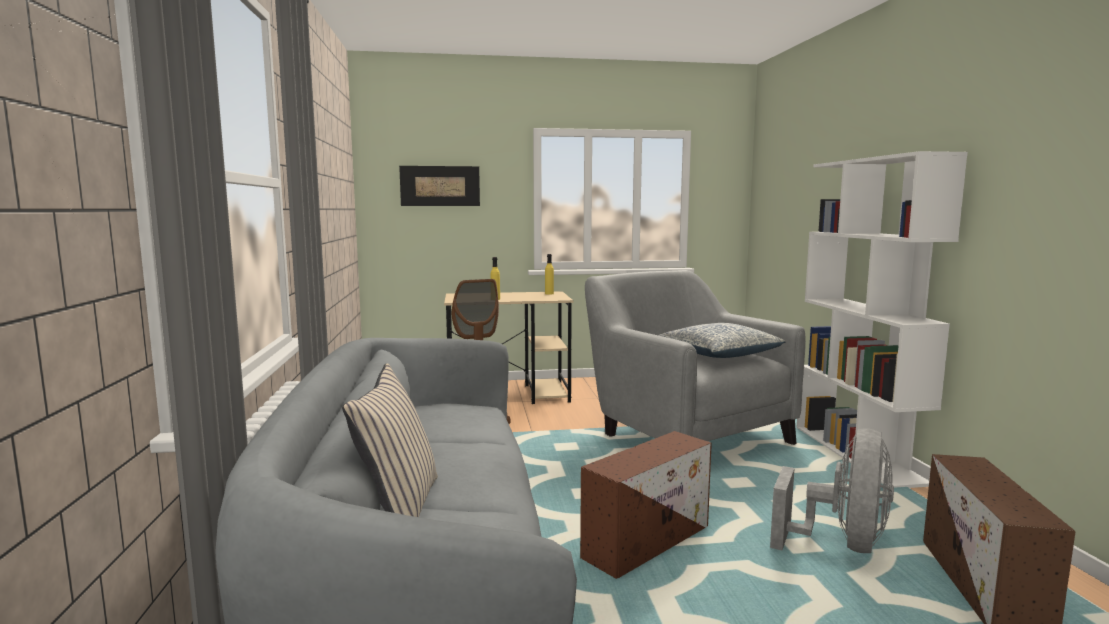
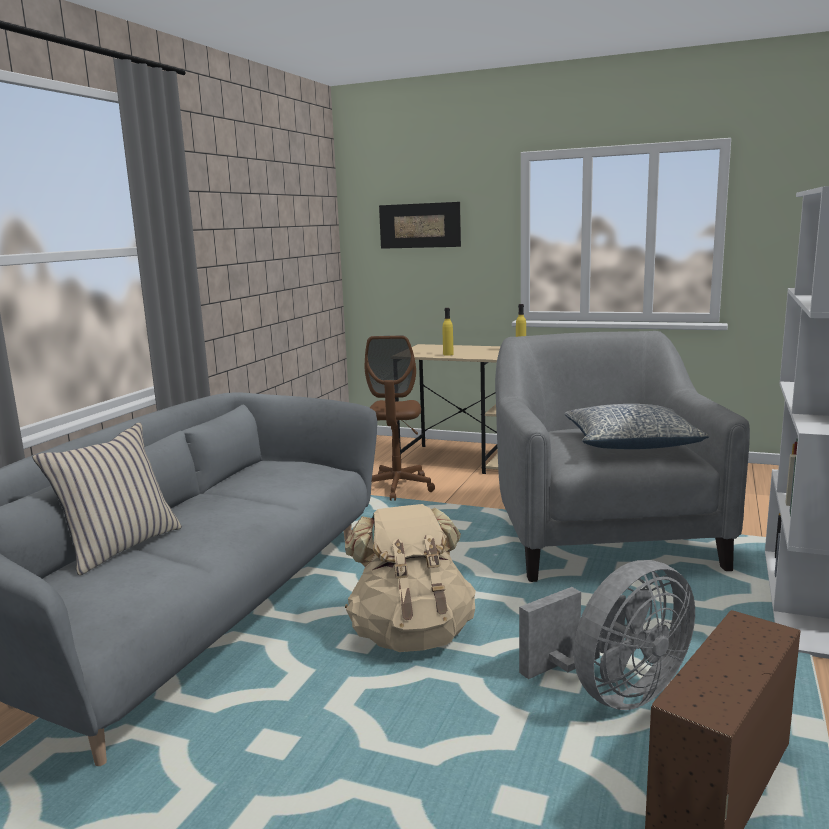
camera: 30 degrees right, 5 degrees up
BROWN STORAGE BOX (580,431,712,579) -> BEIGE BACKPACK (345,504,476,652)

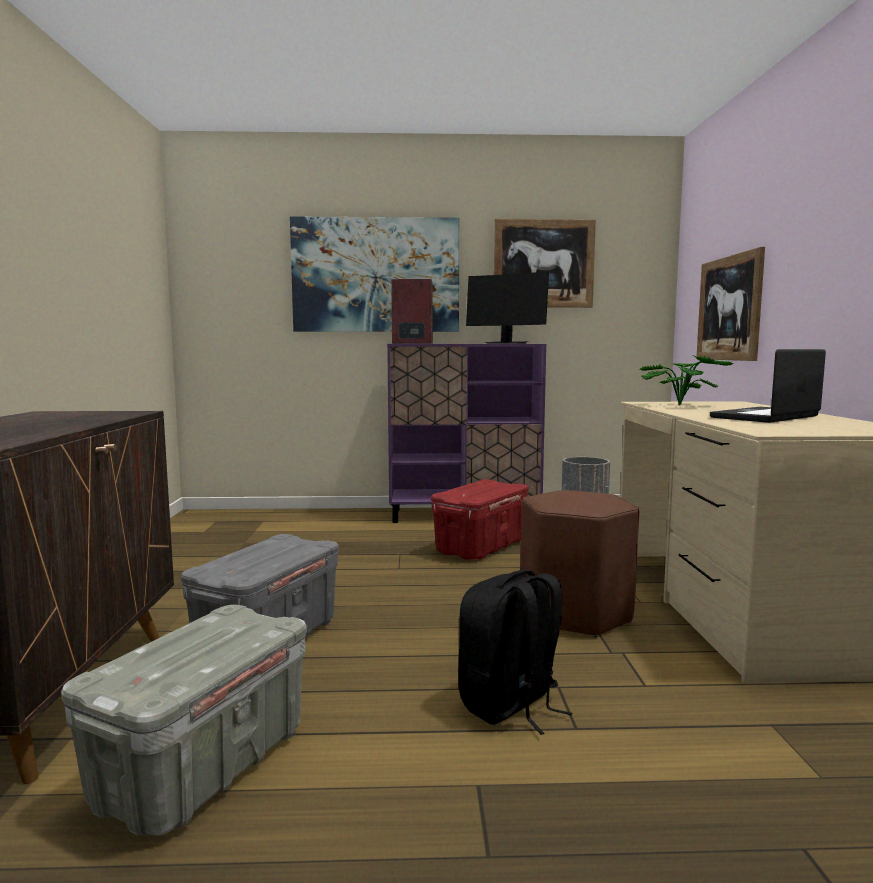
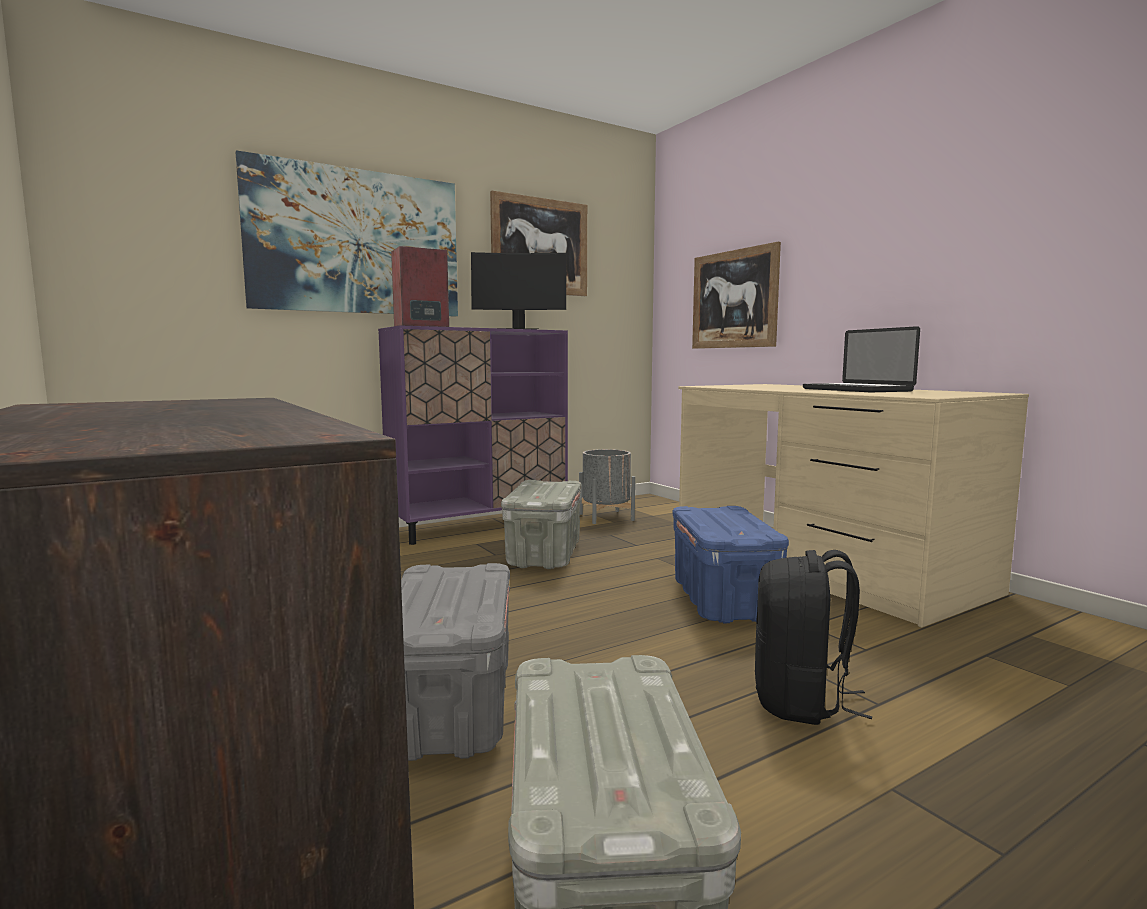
camera: 30 degrees left, 0 degrees up
RED STORAGE BOX (431,479,528,560) -> GREY STORAGE BOX (501,480,582,569)
BROWN STOOL (520,490,639,638) -> BLUE STORAGE BOX (673,506,789,623)
LAPTOP (710,349,826,423) -> LAPTOP (803,326,920,392), 45 degrees counterclockwise
POTTED PLANT (640,355,733,406) -> none

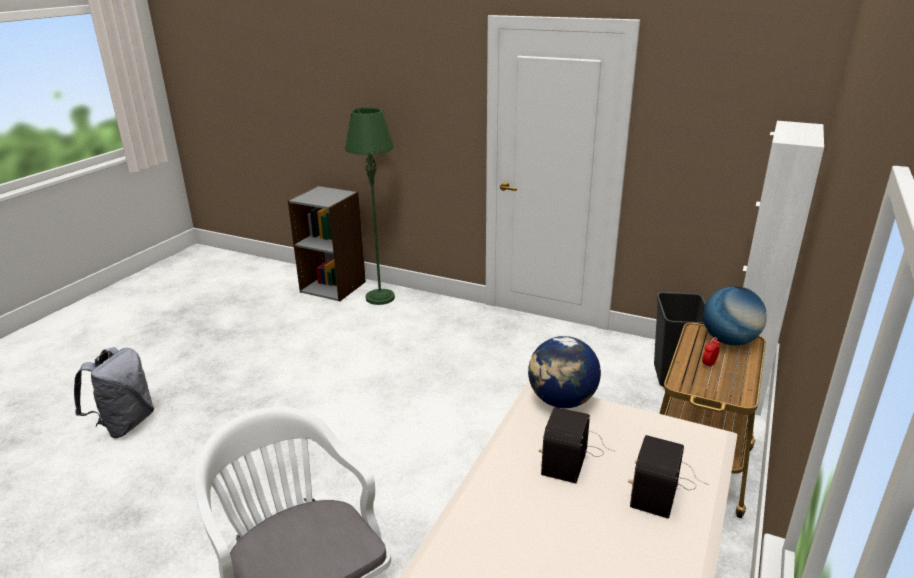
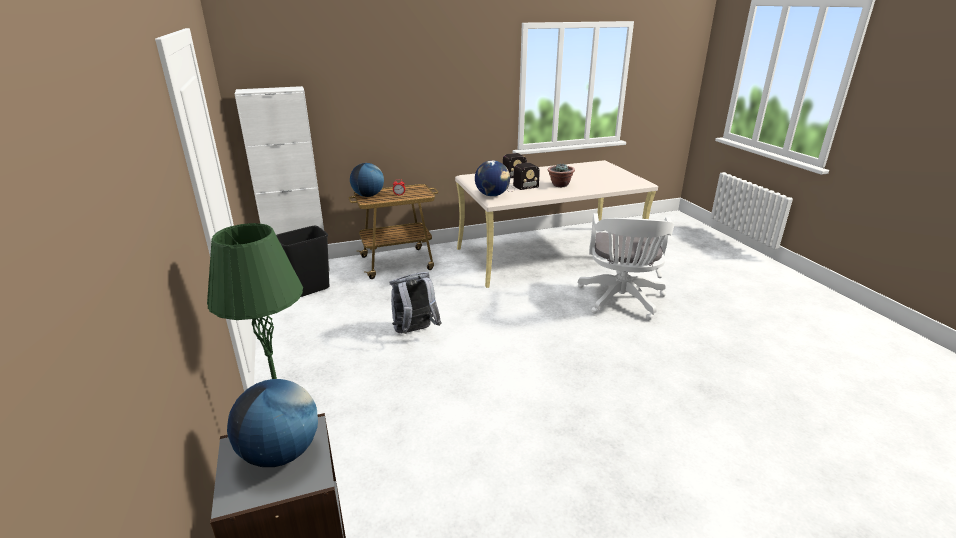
camera: 135 degrees left, 0 degrees up
none -> GLOBE (227,379,318,467)
GREY BACKPACK (74,347,154,438) -> GREY BACKPACK (390,272,442,334), moved
none -> POTTED PLANT (548,163,575,187)

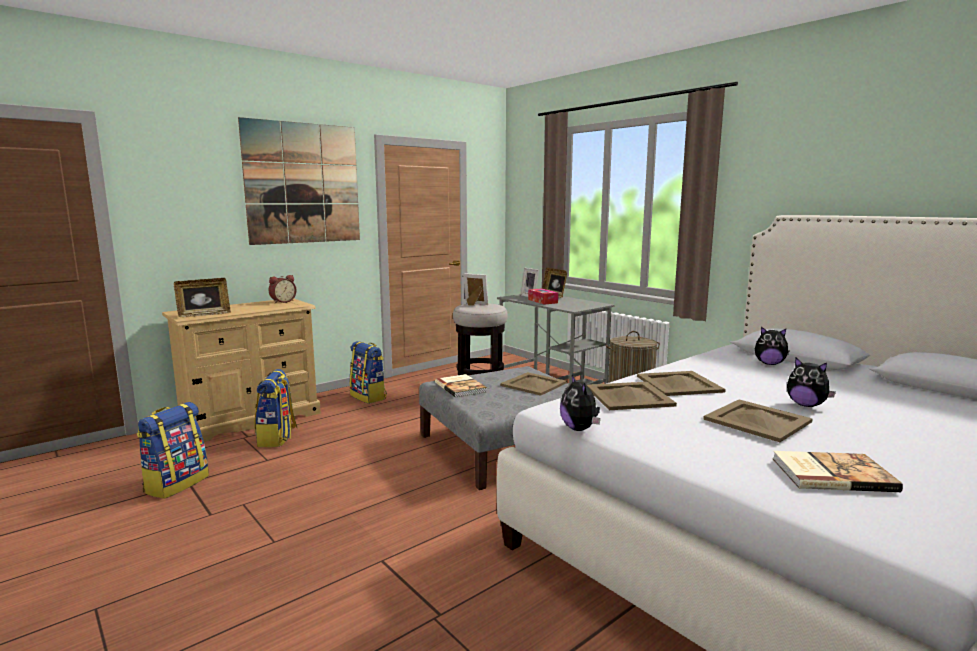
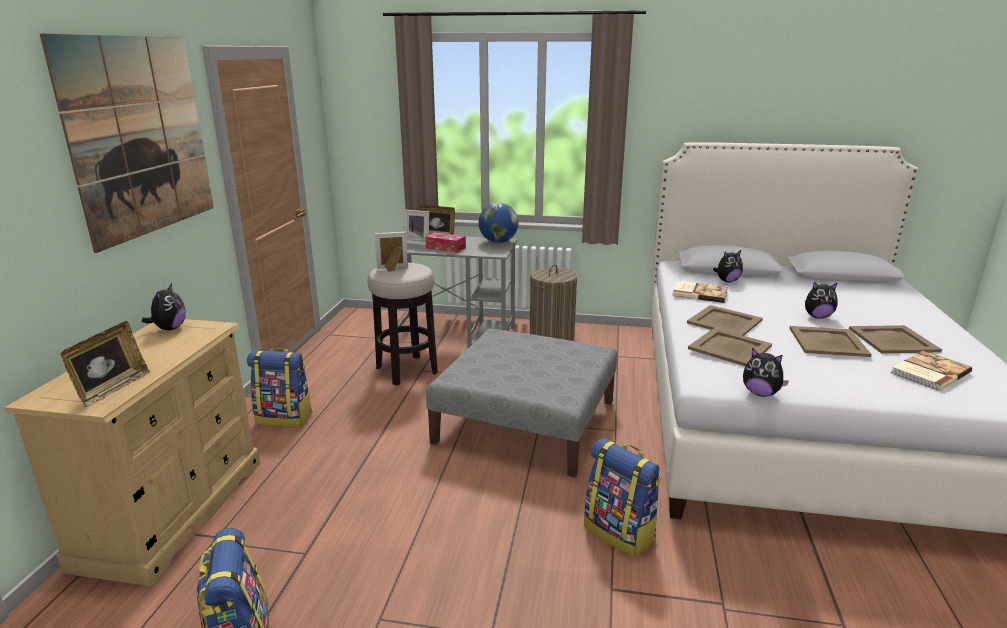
camera: 40 degrees left, 10 degrees up
ALARM CLOCK (269,275,296,303) -> PLUSH TOY (142,283,185,331)
none -> GLOBE (479,203,518,243)
BACKPACK (255,369,297,447) -> BACKPACK (584,438,661,557), moved
BOOK (435,374,487,398) -> BOOK (672,281,728,303), moved
BEIGE TRAY (500,372,567,396) -> BEIGE TRAY (849,325,942,353), moved

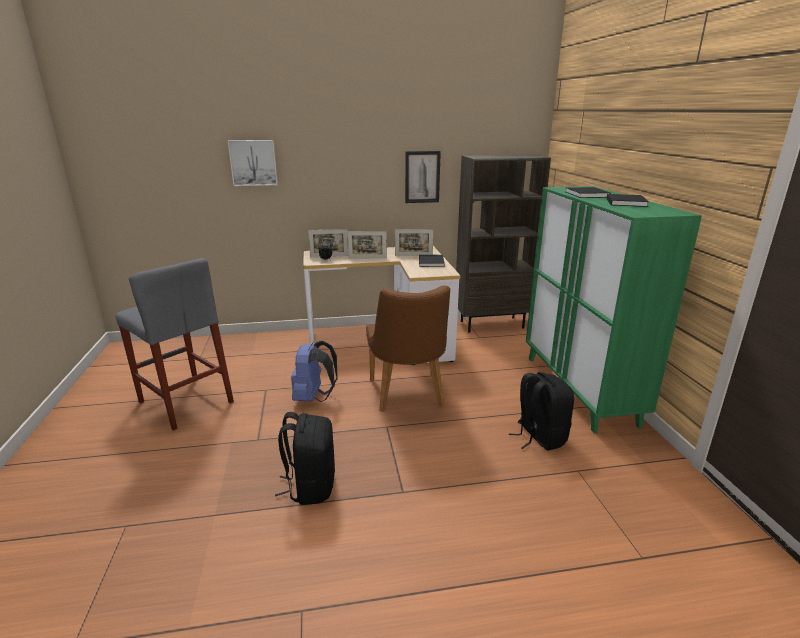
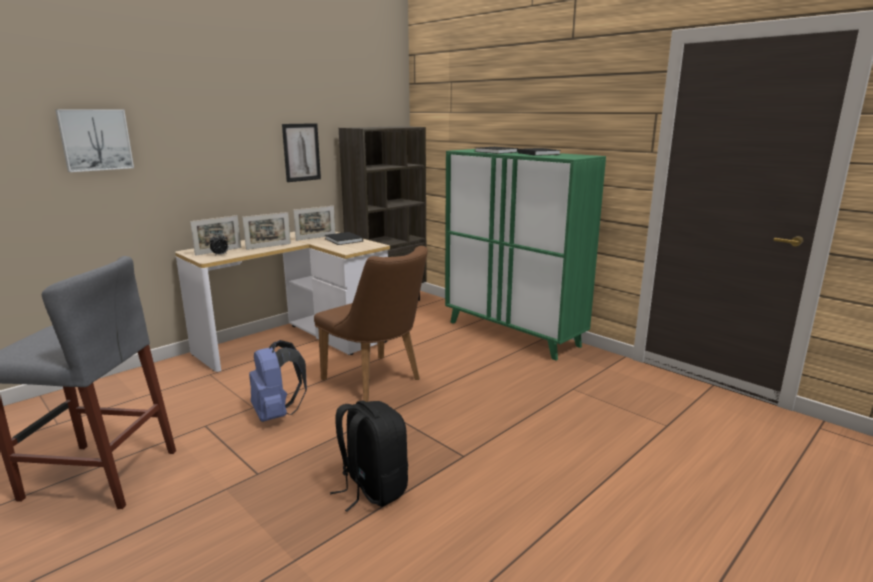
camera: 35 degrees left, 5 degrees down
BLACK BACKPACK (509,372,574,451) -> none

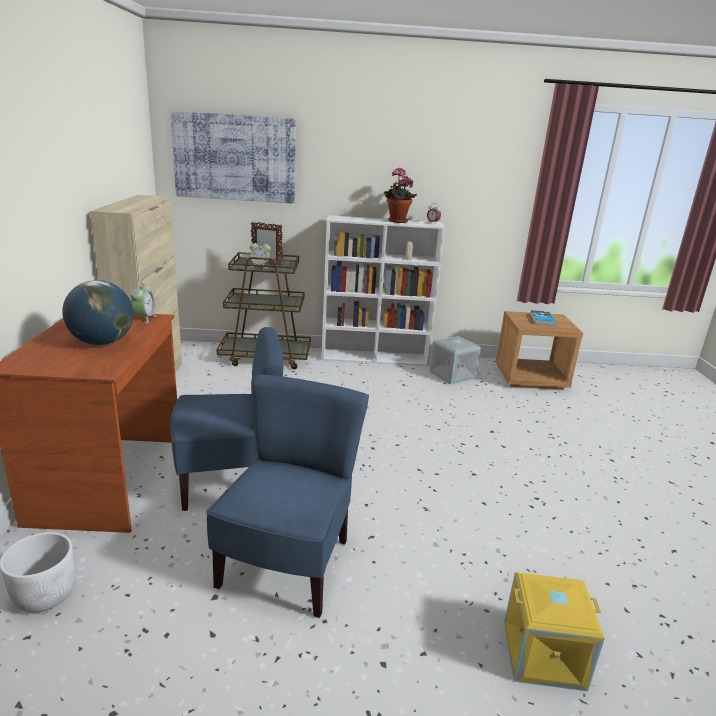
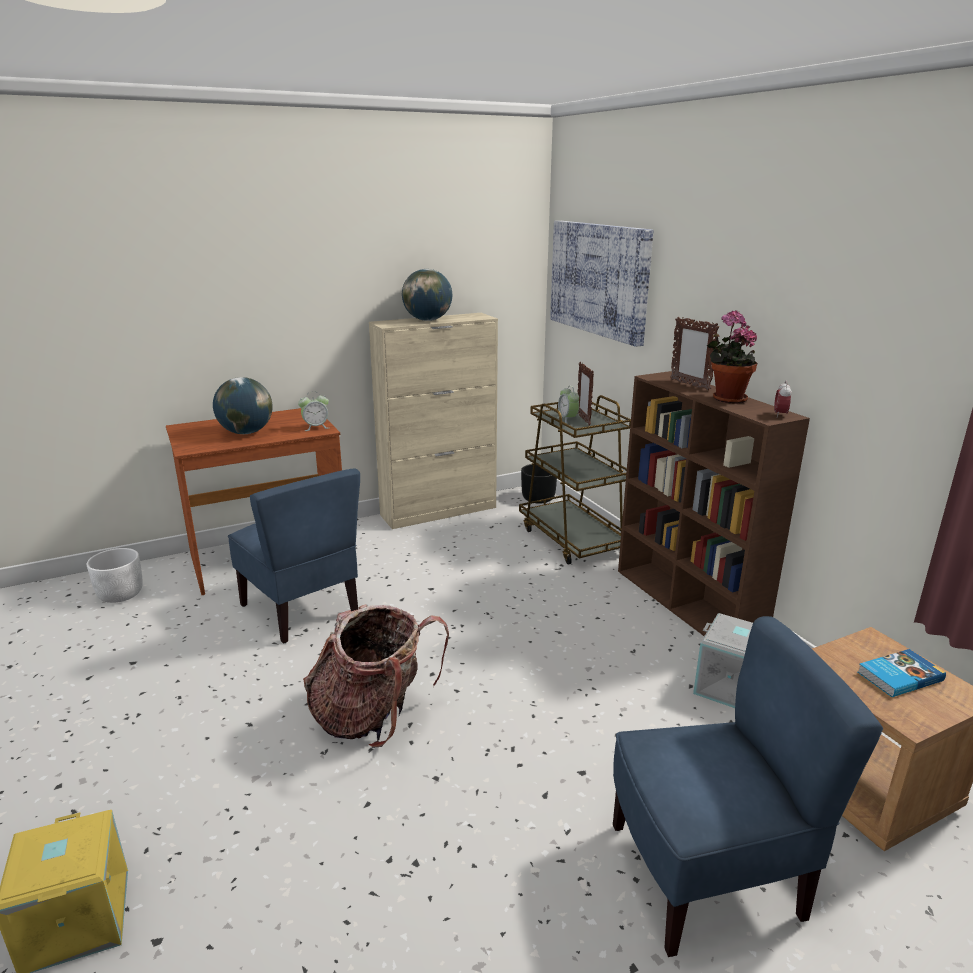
camera: 65 degrees right, 0 degrees up
none -> BACKPACK (303,604,449,748)
none -> GLOBE (402,269,452,321)
none -> BLACK PLANTER (521,464,557,504)
BLUE CHAIR (206,374,369,618) -> BLUE CHAIR (613,616,883,957), moved
WHITE BOOKCASE (321,215,446,366) -> BROWN BOOKCASE (618,371,810,636)
none -> PICTURE FRAME (670,317,719,390)

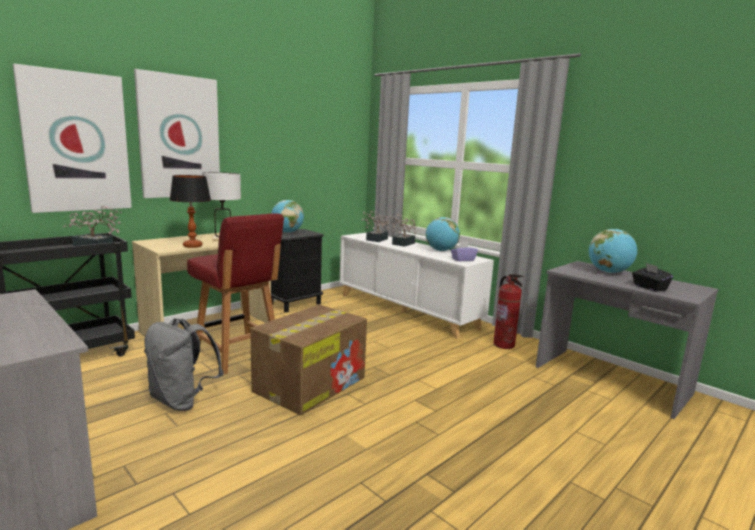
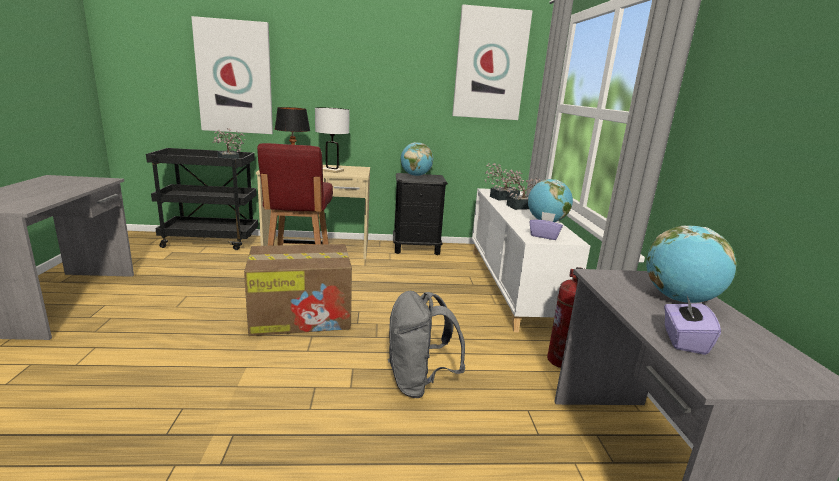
camera: 40 degrees right, 5 degrees up
GREY BACKPACK (144,319,224,411) -> GREY BACKPACK (388,291,465,398), moved
PICTURE (134,69,220,198) -> PICTURE (452,4,532,120), moved
BLACK TISSUE BOX (632,263,673,292) -> PURPLE TISSUE BOX (664,296,721,355)

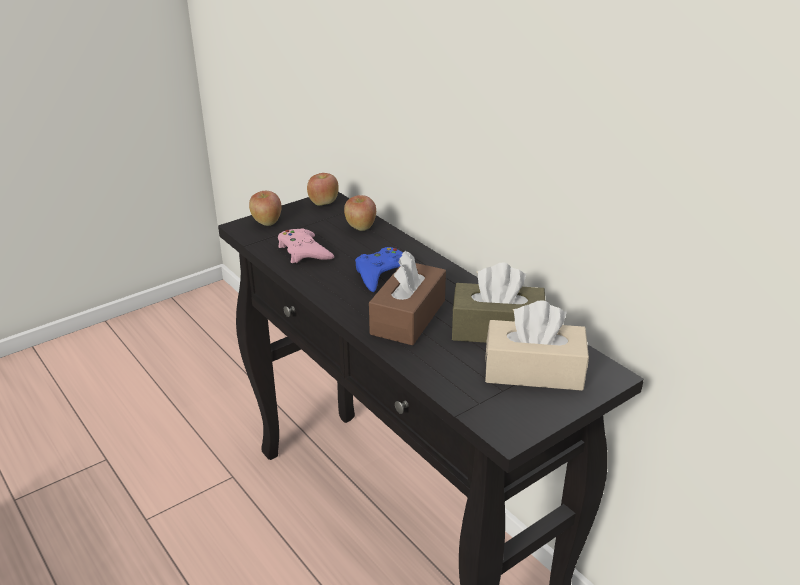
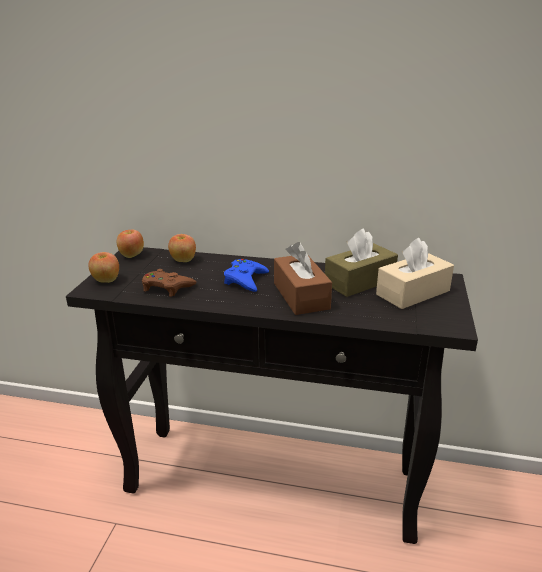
camera: 40 degrees left, 5 degrees down
PINK GAME CONTROLLER (278,228,334,263) -> BROWN GAME CONTROLLER (142,269,196,297)

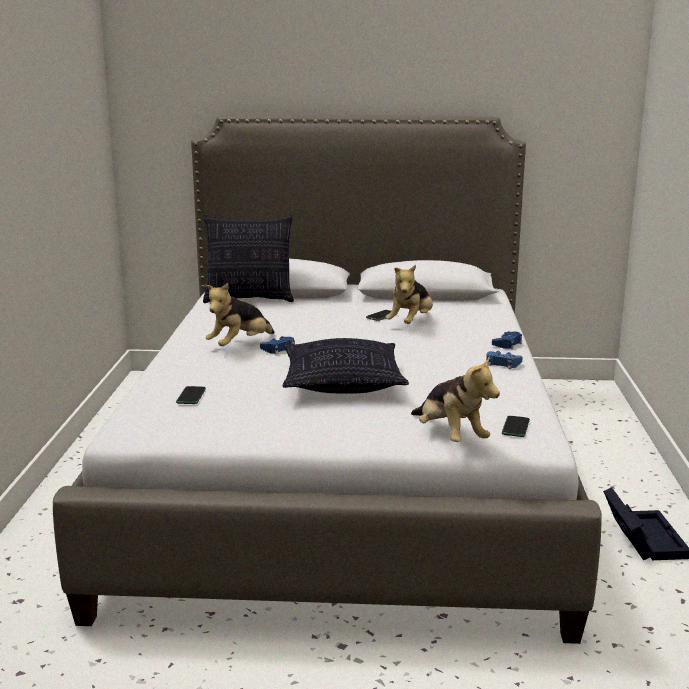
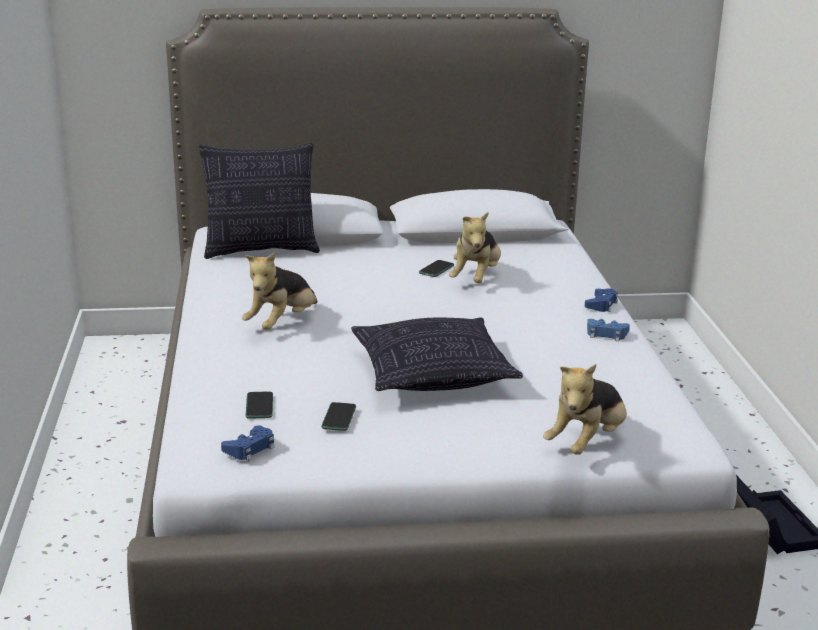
camera: 10 degrees left, 5 degrees up
BLUE GAME CONTROLLER (260,336,295,354) -> BLUE GAME CONTROLLER (221,425,275,461), moved
PHONE (502,416,530,437) -> PHONE (321,402,356,431), moved
PLUSH TOY (411,355,500,442) -> PLUSH TOY (543,364,627,455), 75 degrees clockwise

